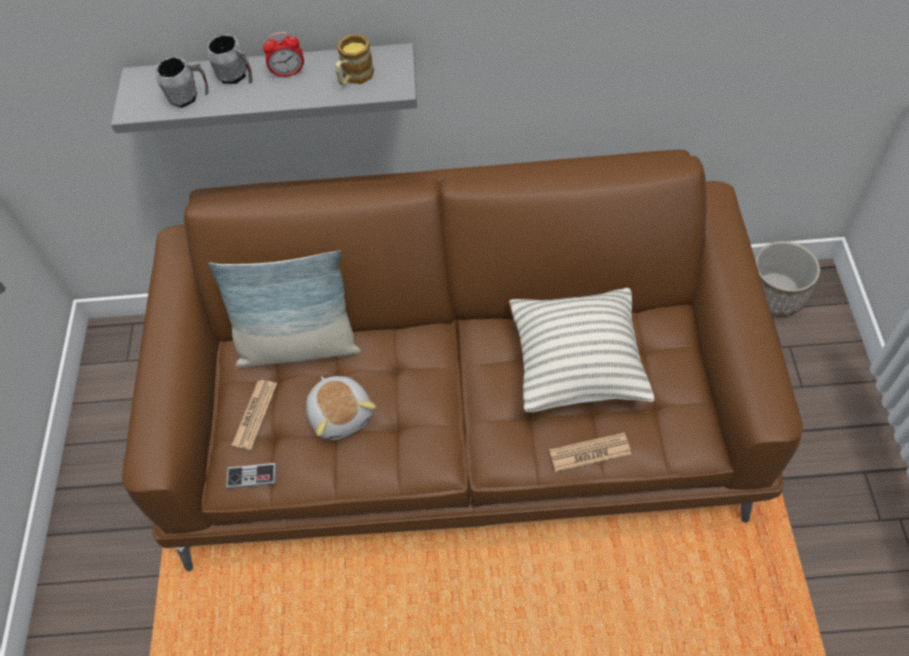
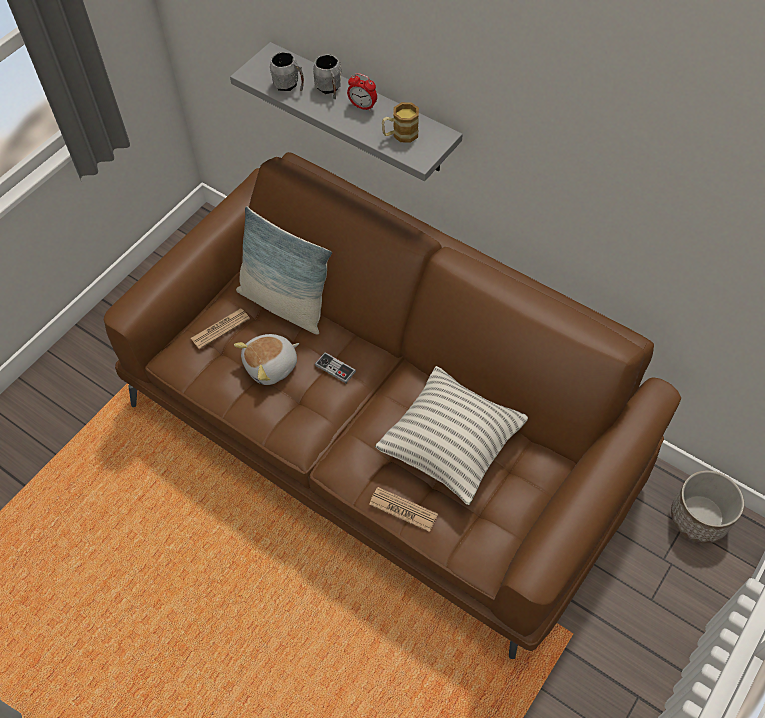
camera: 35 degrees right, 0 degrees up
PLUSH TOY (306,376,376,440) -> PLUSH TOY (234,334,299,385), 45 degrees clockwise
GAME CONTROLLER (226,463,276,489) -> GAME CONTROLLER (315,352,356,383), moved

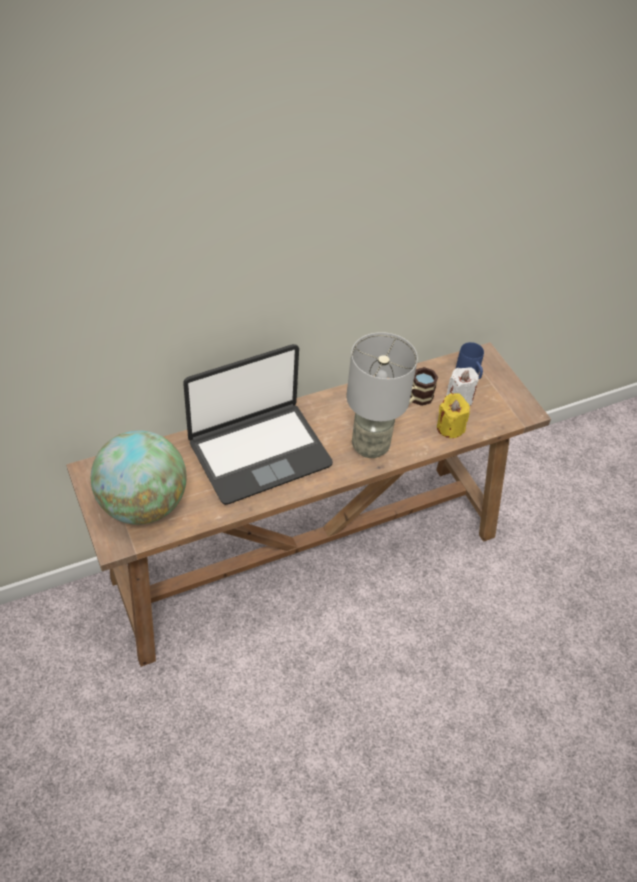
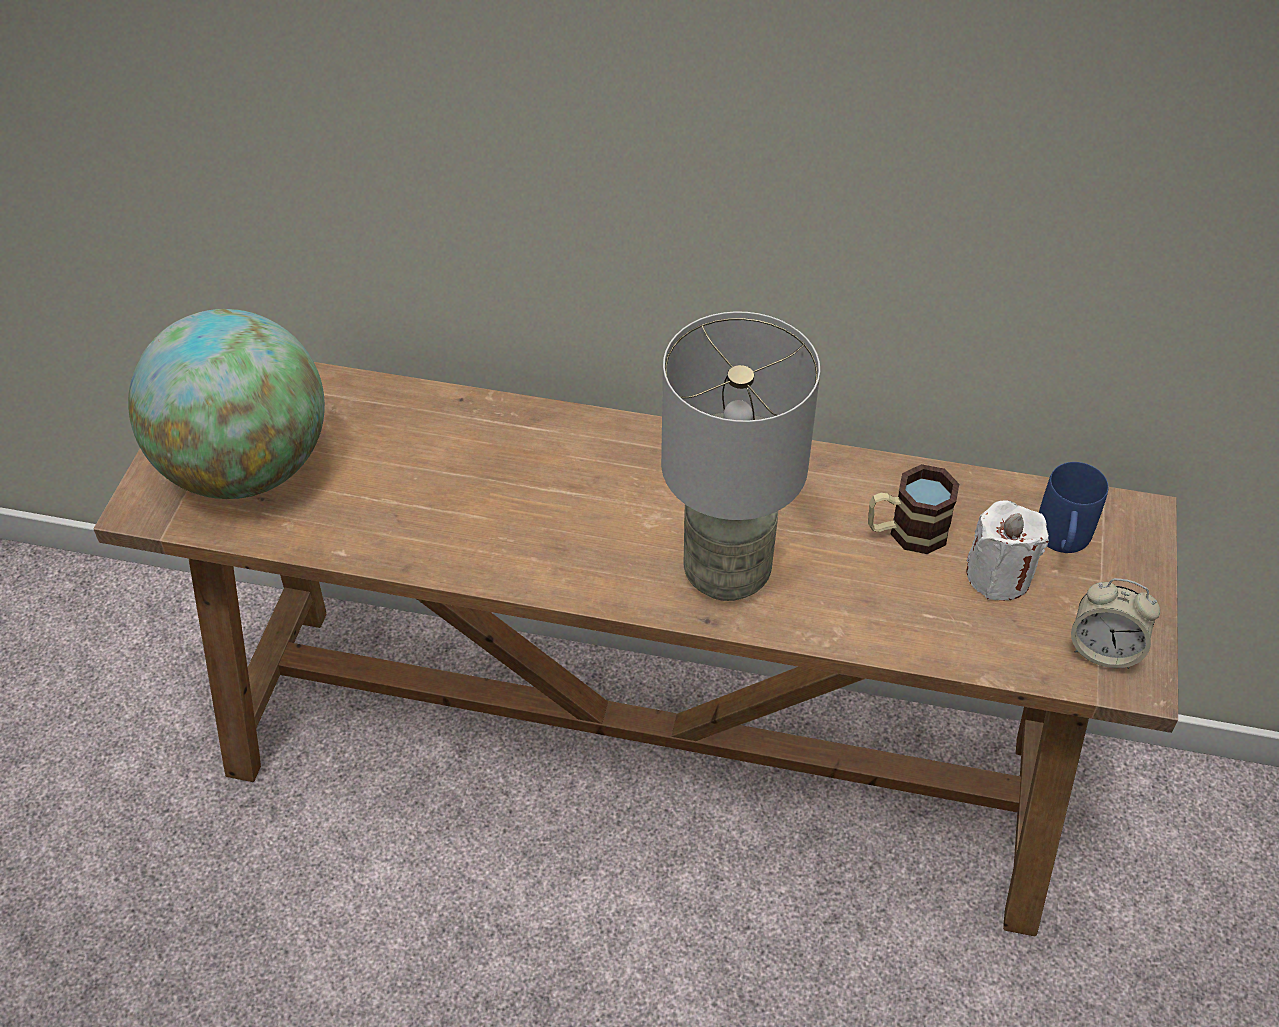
camera: 40 degrees right, 0 degrees up
none -> ALARM CLOCK (1071,578,1160,669)
LAPTOP (183,344,333,505) -> none
YELLOW CANDLE (437,393,470,438) -> none

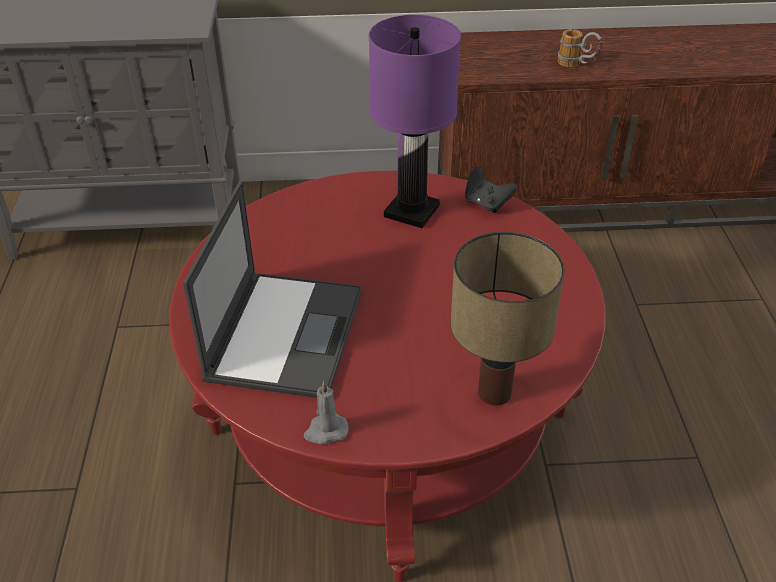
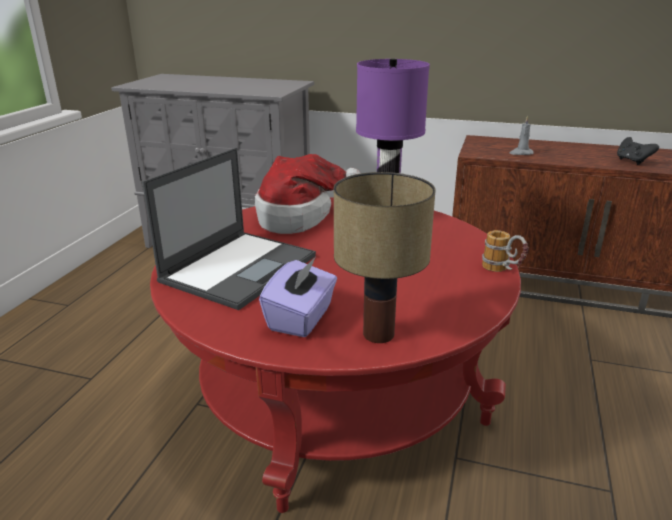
camera: 20 degrees right, 15 degrees down
none -> HAT (255,154,361,234)
none -> PURPLE TISSUE BOX (259,257,337,337)
MUG (558,29,603,68) -> MUG (482,230,529,272), moved
GREY CANDLE (304,380,349,444) -> GREY CANDLE (510,115,534,155), moved
BLACK GAME CONTROLLER (465,166,517,213) -> BLACK GAME CONTROLLER (617,137,659,165), moved

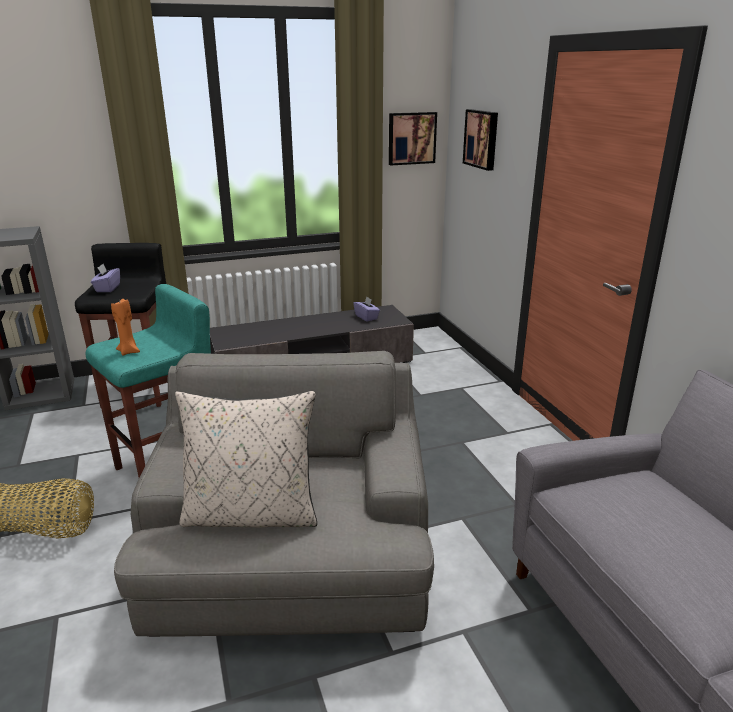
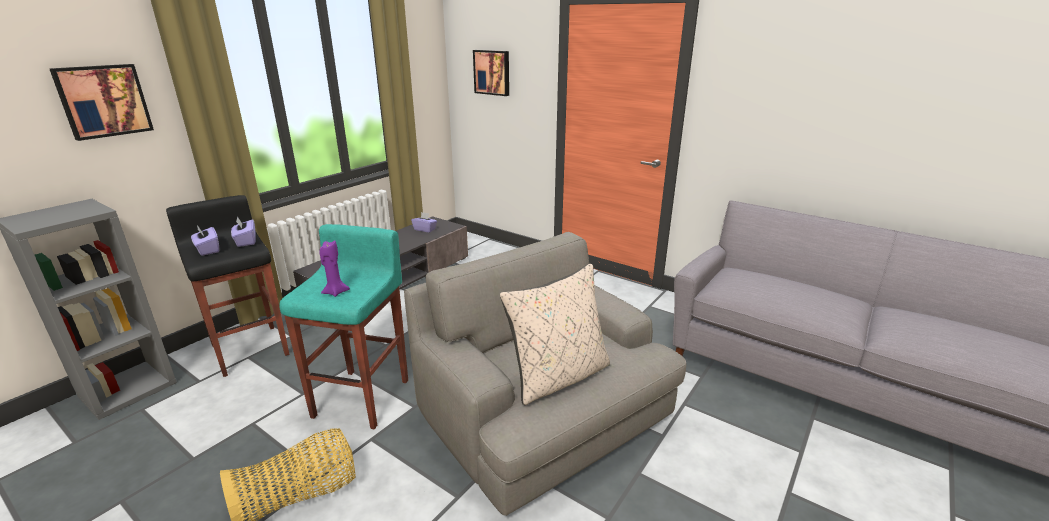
camera: 35 degrees left, 0 degrees up
PICTURE (389,112,437,165) -> PICTURE (50,64,154,141), moved
none -> PURPLE TISSUE BOX (231,216,256,247)
ORANGE CANDLE (111,299,140,356) -> PURPLE CANDLE (320,240,350,297)

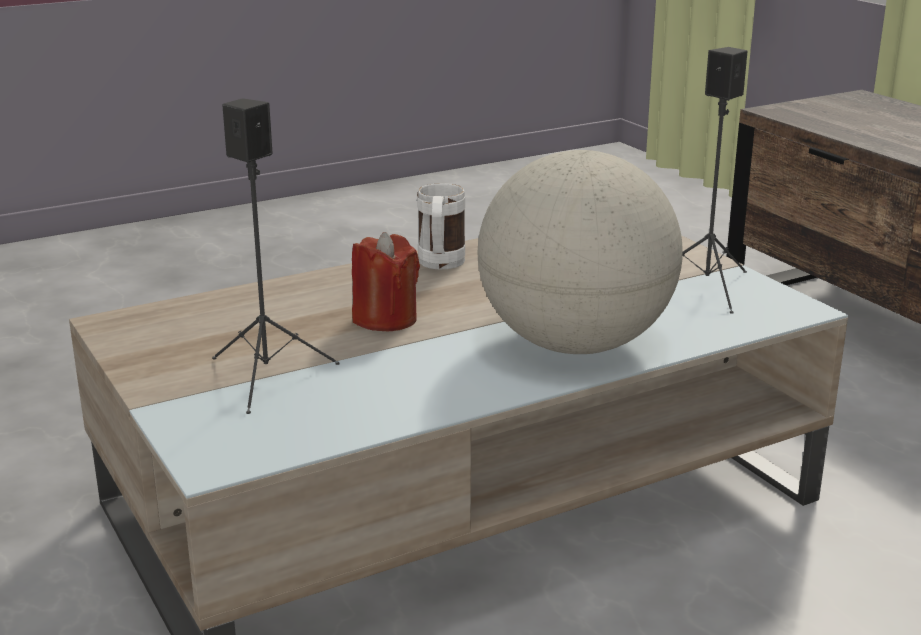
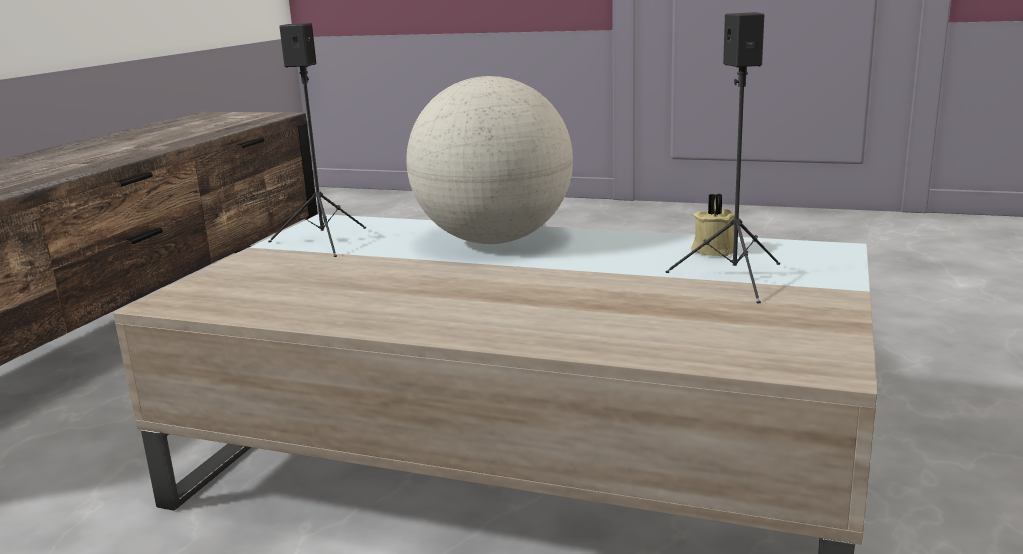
camera: 130 degrees left, 5 degrees down
none -> BEIGE CANDLE (691,193,735,256)
RED CANDLE (352,232,420,331) -> none
WHITE MUG (417,183,465,269) -> none

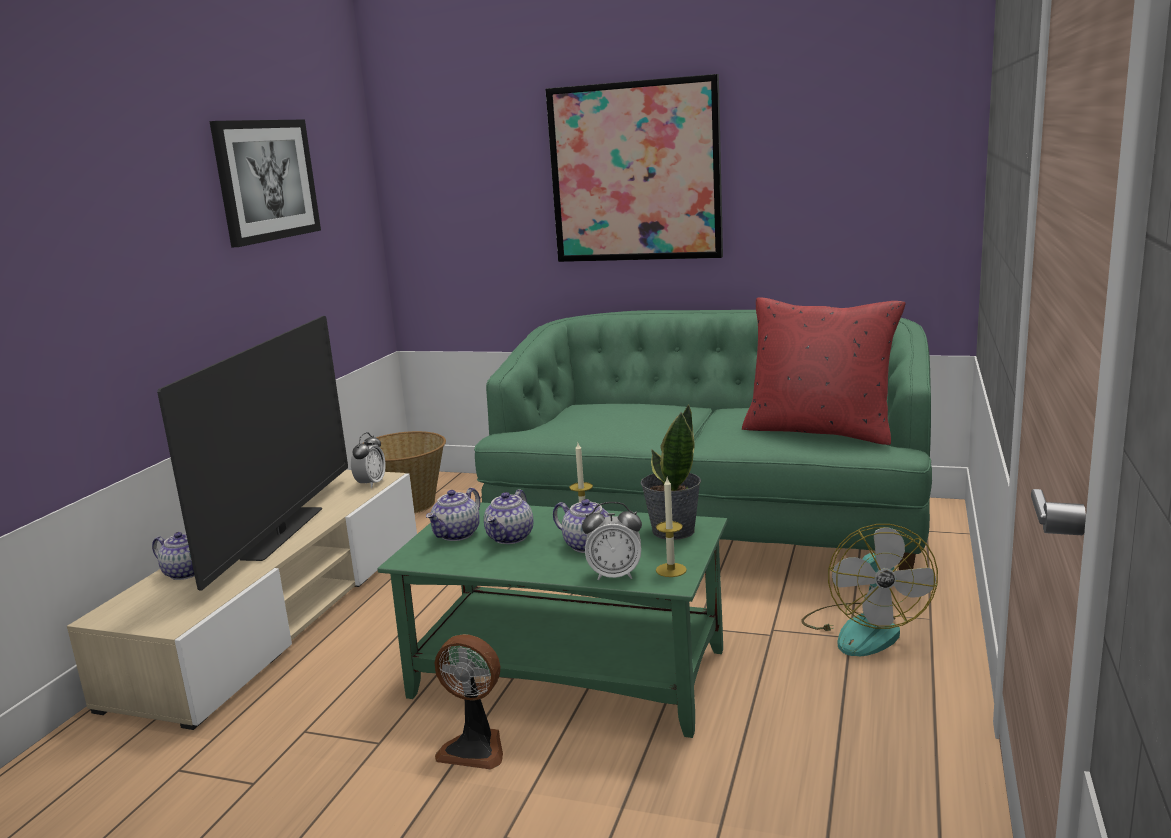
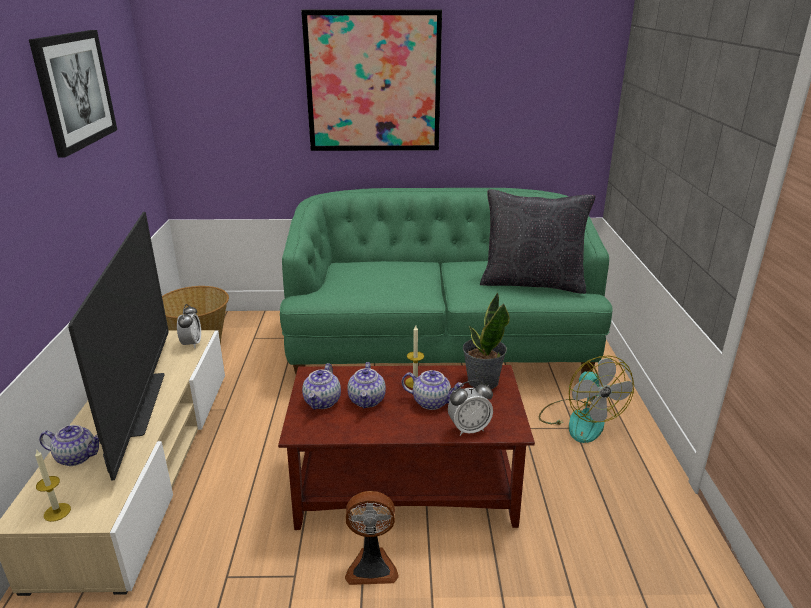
camera: 20 degrees left, 10 degrees up
CANDLE (656,478,687,577) -> CANDLE (35,449,71,522), moved
GREEN COFFEE TABLE (377,502,727,738) -> BROWN COFFEE TABLE (278,365,535,530)
RED PILLOW (742,298,906,445) -> BLACK PILLOW (480,190,596,294)

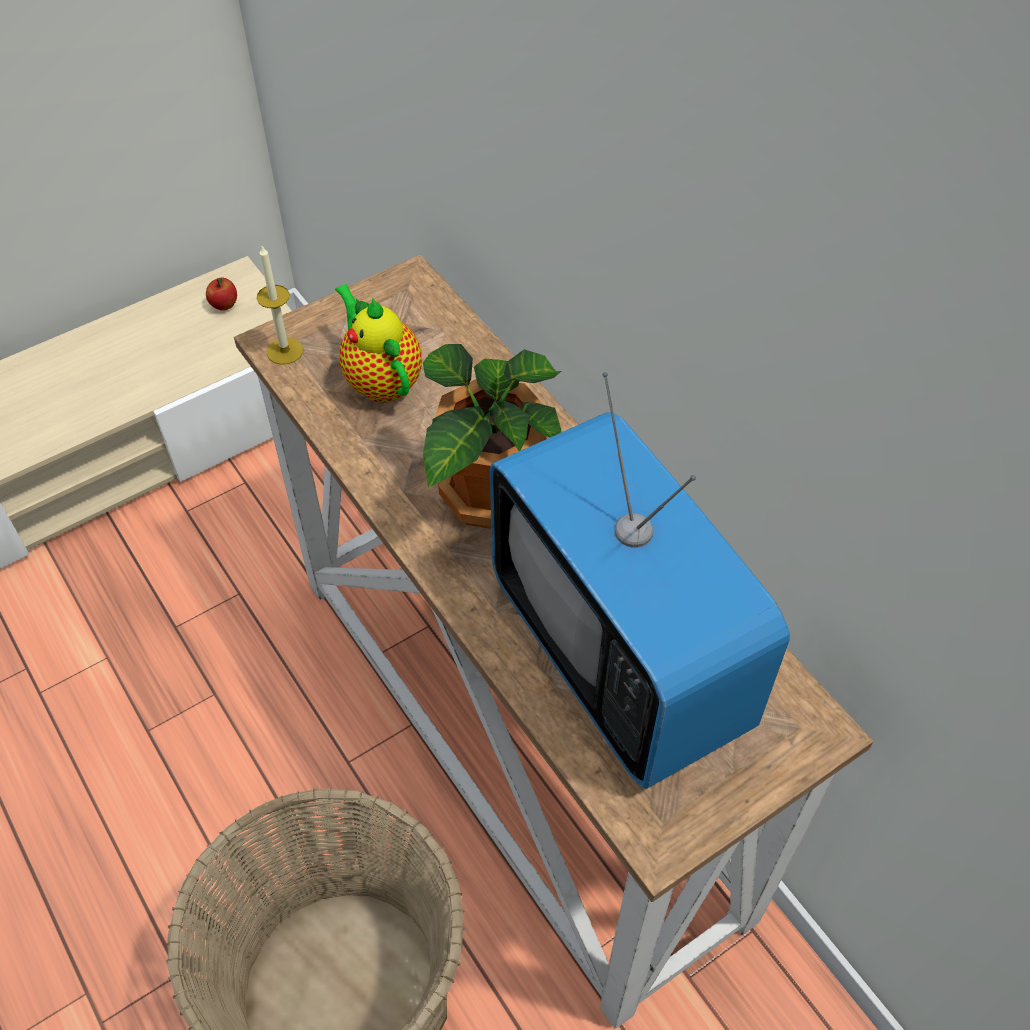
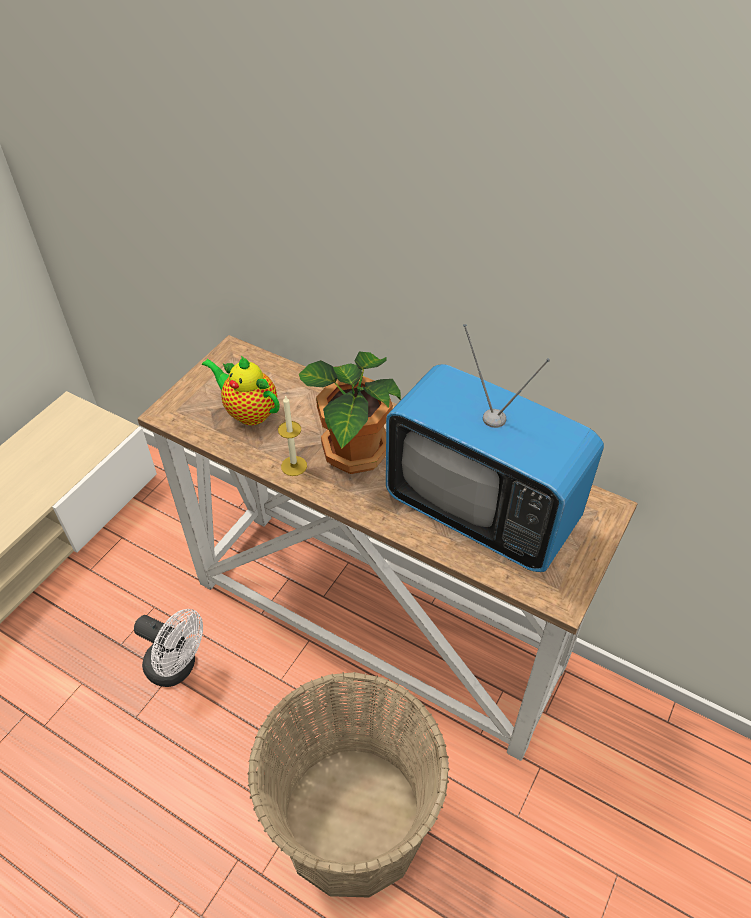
camera: 25 degrees left, 5 degrees down
none -> WHITE FAN (134,609,203,687)
CANDLE (257,246,303,365) -> CANDLE (278,395,307,476), moved
APPLE (206,278,237,311) -> none

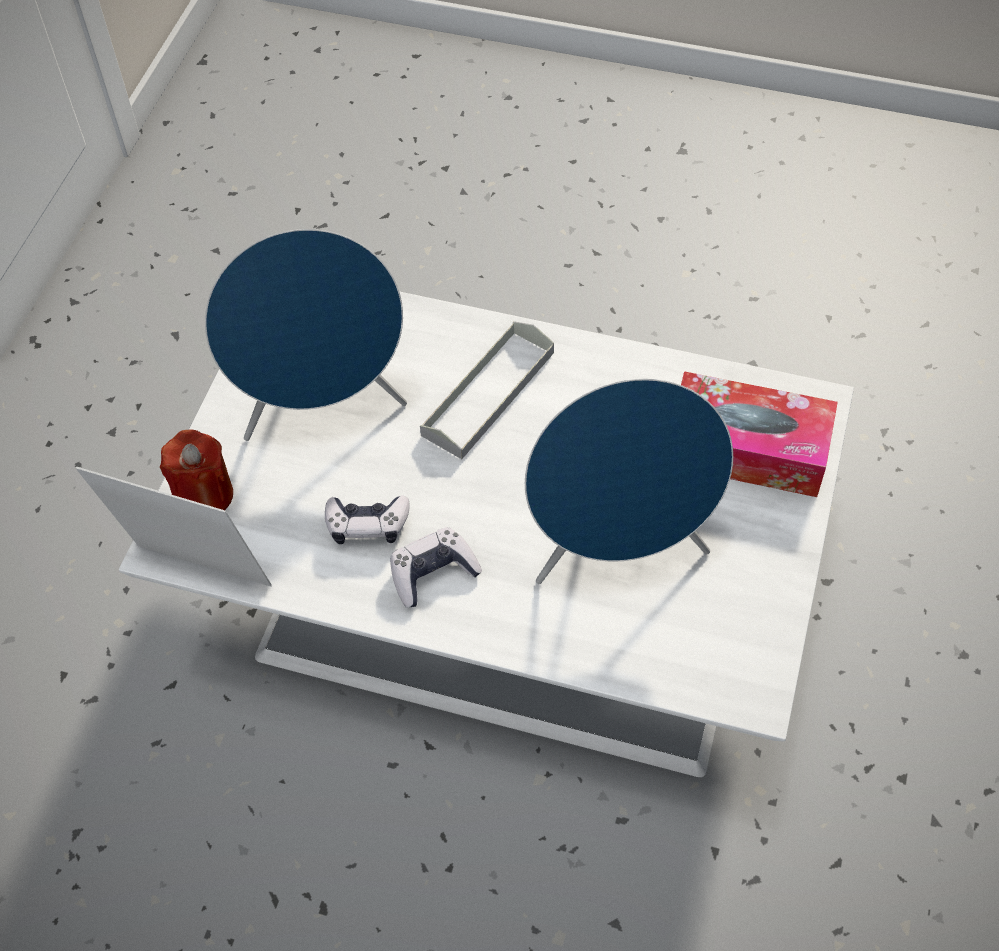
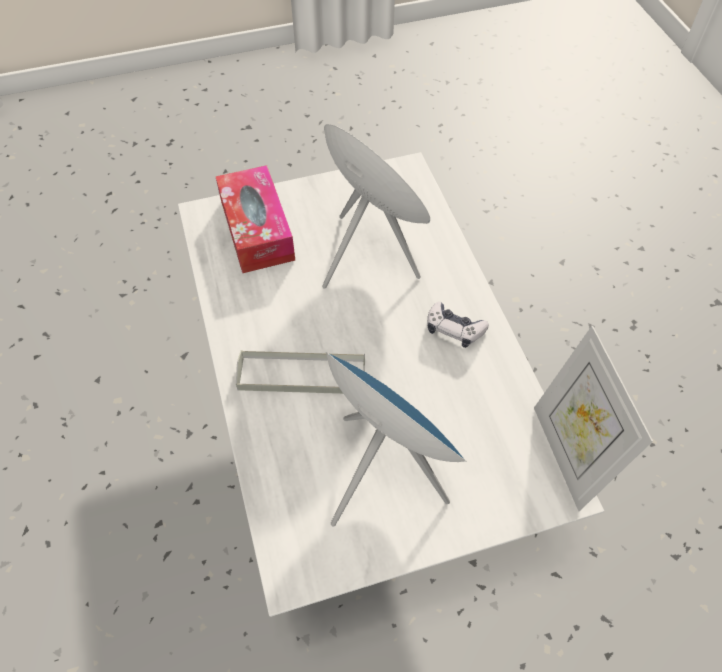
camera: 125 degrees left, 0 degrees up
RED CANDLE (160,430,233,510) -> none
GAME CONTROLLER (325,495,410,544) -> none

